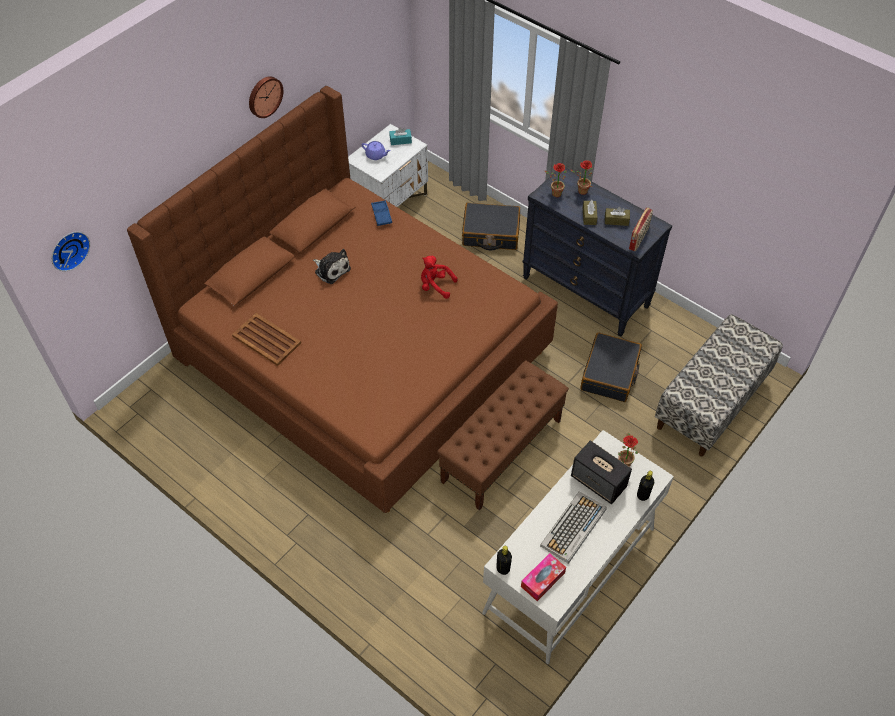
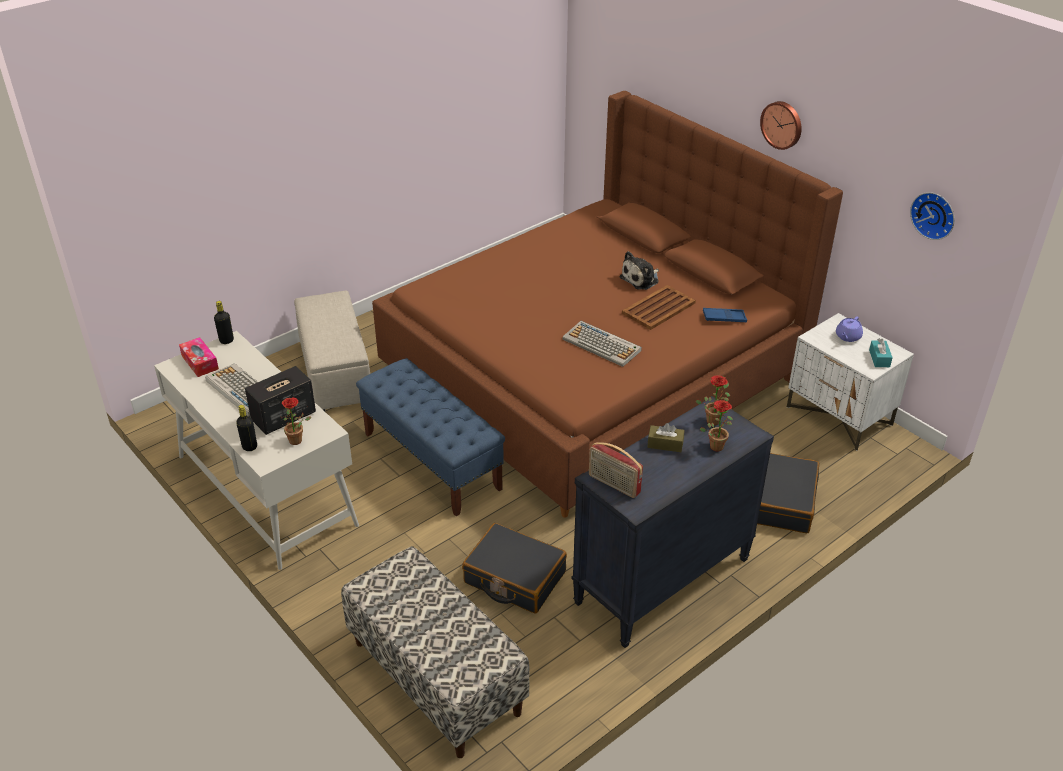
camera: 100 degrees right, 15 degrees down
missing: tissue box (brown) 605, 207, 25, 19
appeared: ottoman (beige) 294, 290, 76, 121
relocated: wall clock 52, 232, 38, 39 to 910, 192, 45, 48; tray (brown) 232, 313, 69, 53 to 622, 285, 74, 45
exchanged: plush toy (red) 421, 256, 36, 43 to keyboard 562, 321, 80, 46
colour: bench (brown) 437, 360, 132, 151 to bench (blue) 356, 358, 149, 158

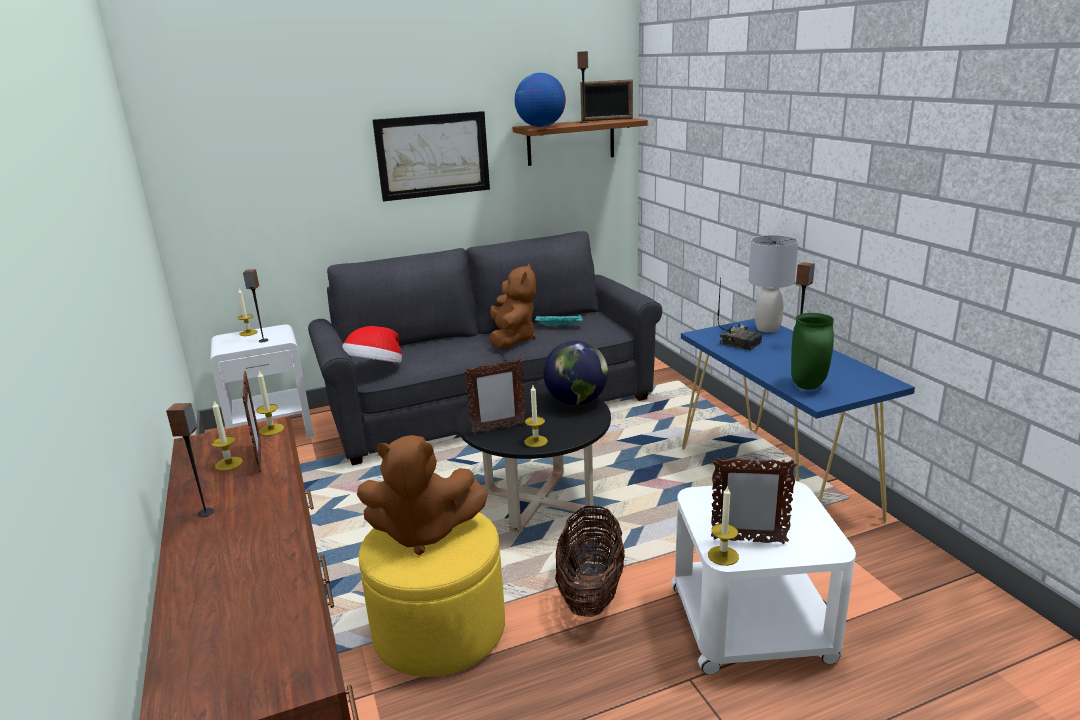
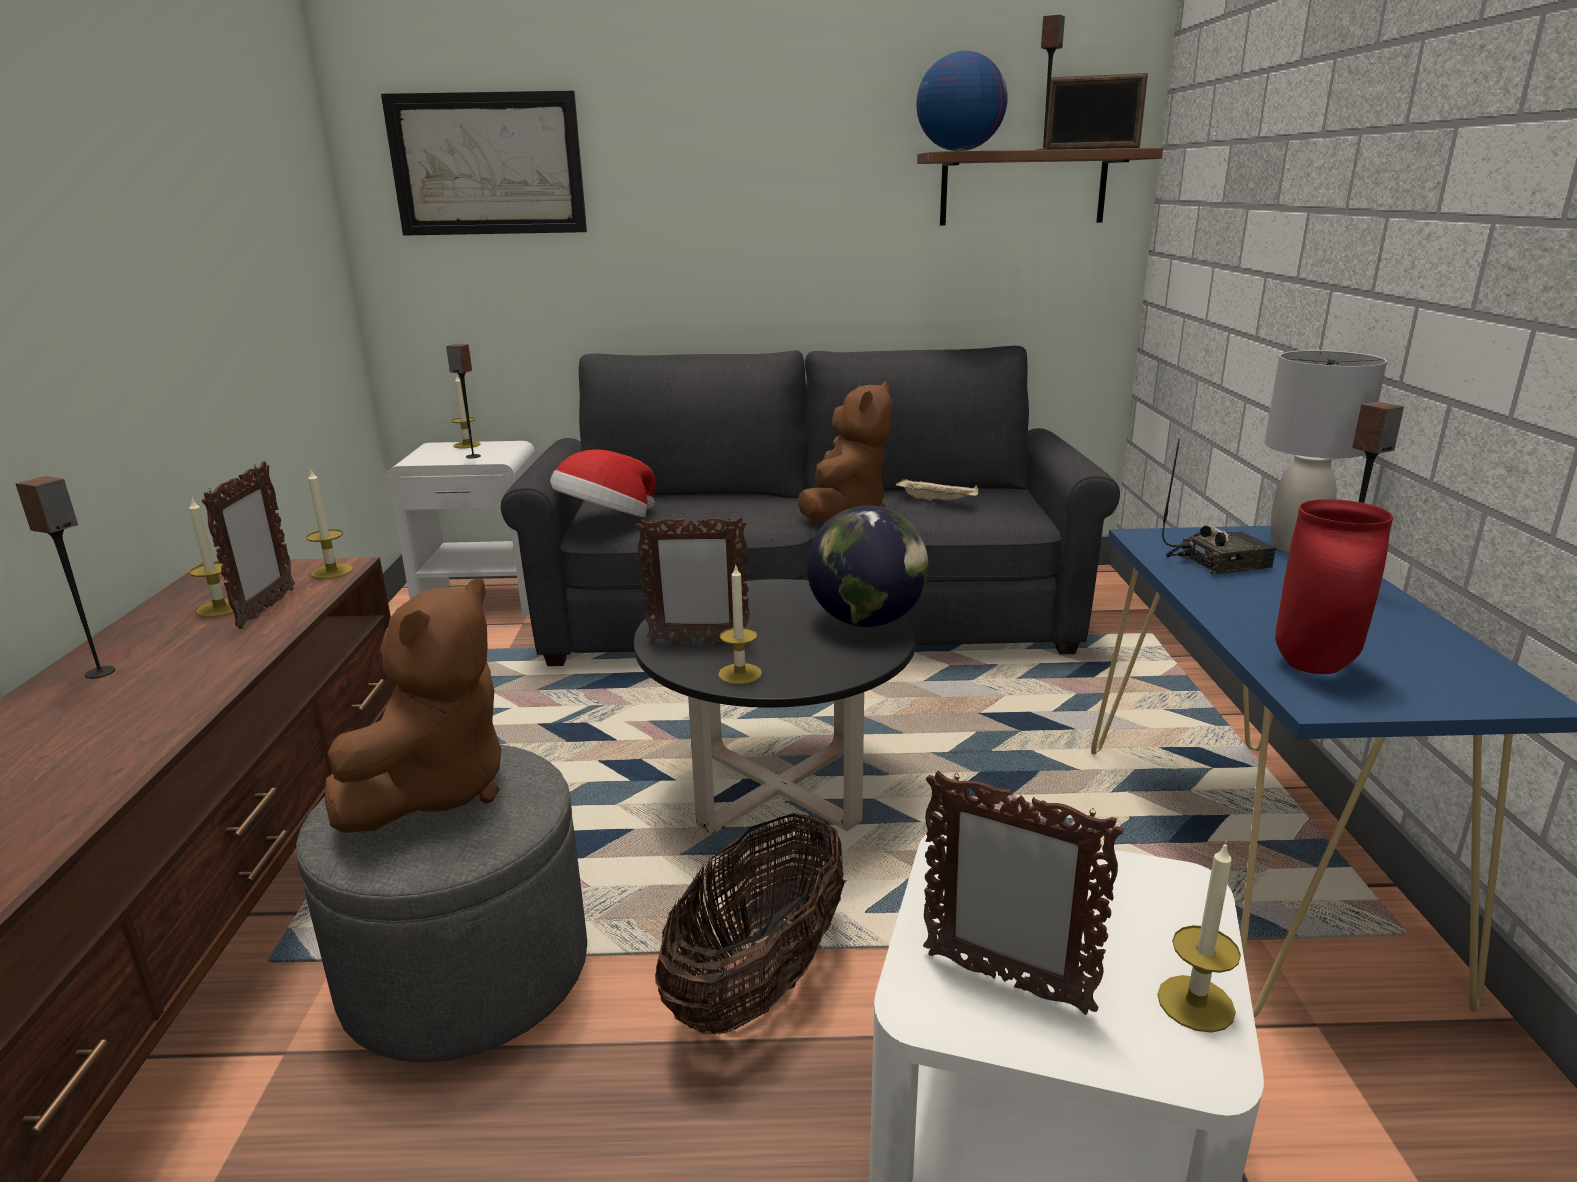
camera: 20 degrees right, 0 degrees up
relocated: picture 372, 111, 118, 91 to 381, 90, 206, 146; candle 708, 485, 31, 81 to 1157, 841, 84, 192
colour: ottoman (yellow) 359, 513, 146, 164 to ottoman (grey) 296, 744, 291, 319; tray (turquoise) 535, 314, 48, 14 to tray (beige) 896, 478, 83, 25; vase (green) 791, 313, 43, 76 to vase (red) 1275, 499, 118, 175
spun: plush toy (brown) 357, 435, 131, 120 = 325, 578, 176, 255 90 degrees counterclockwise; radio 718, 277, 44, 73 = 1162, 438, 114, 136 75 degrees counterclockwise

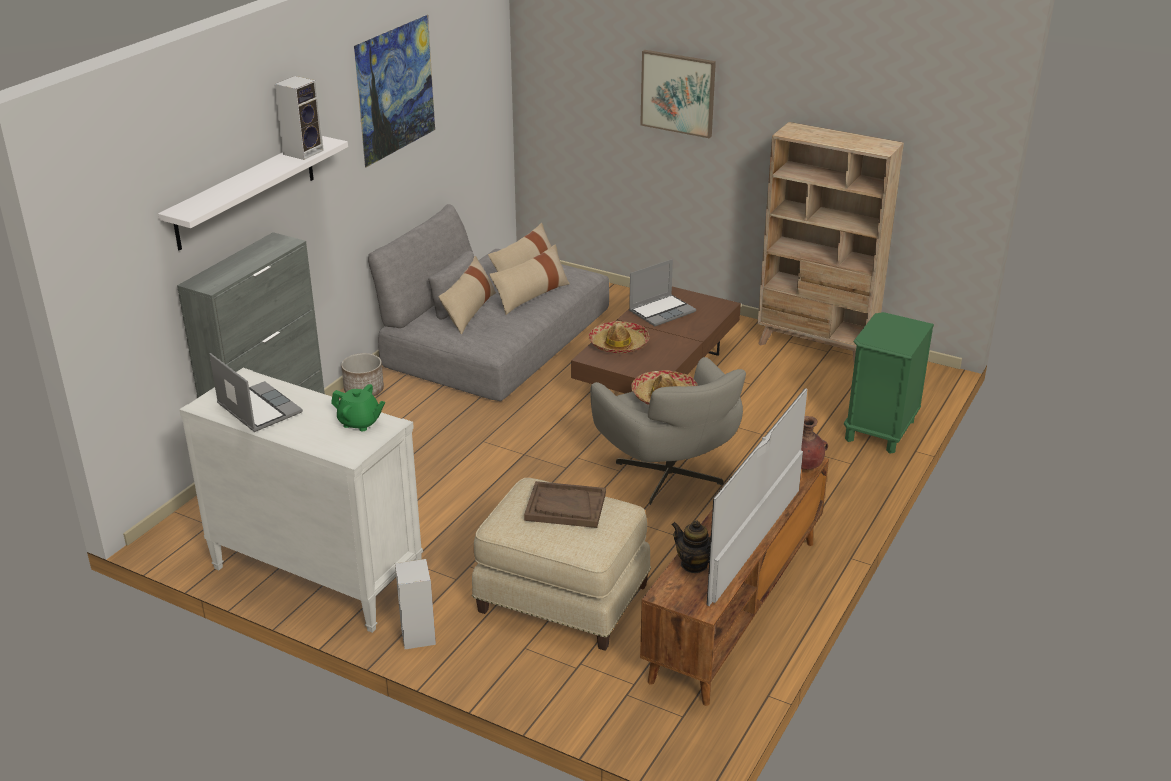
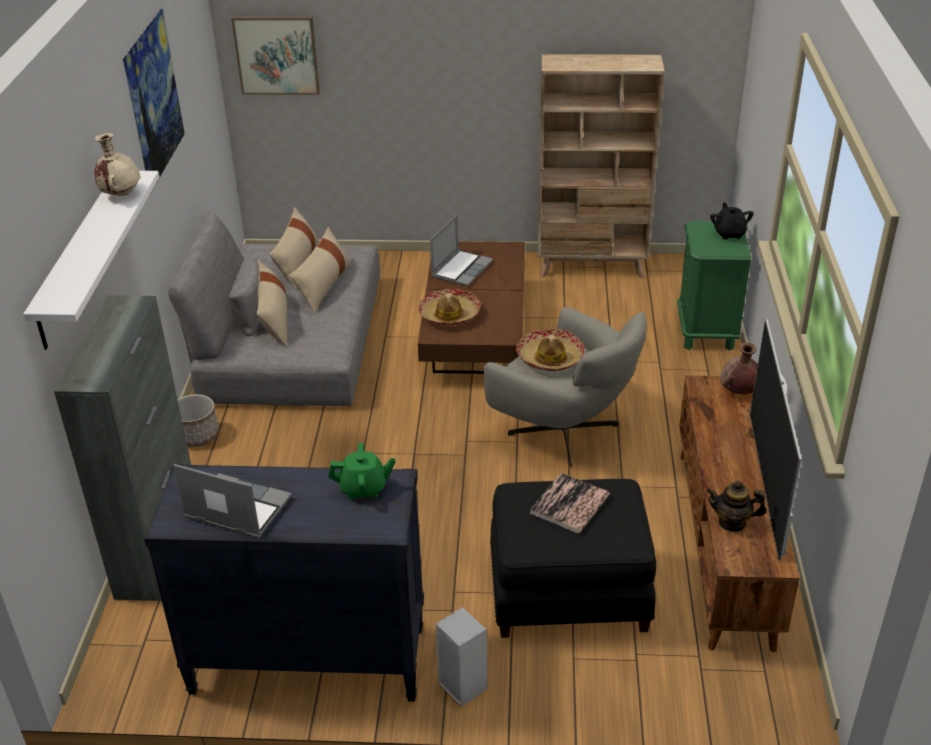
camera: 25 degrees left, 5 degrees up
appeared: teapot (black) 710, 202, 43, 38
relocated: picture 640, 50, 76, 88 to 231, 16, 89, 79
exchanged: speaker 274, 76, 50, 84 to vase (beige) 95, 133, 45, 63; tray (brown) 524, 481, 82, 47 to book 530, 473, 80, 61
colour: dresser (white) 179, 368, 244, 265 to dresser (black) 144, 464, 280, 238; ottoman (beige) 472, 478, 179, 173 to ottoman (black) 490, 479, 166, 159

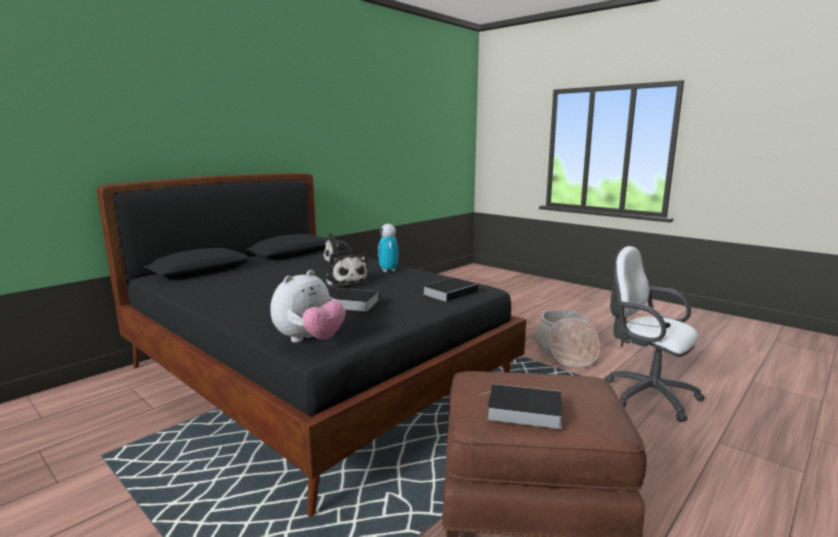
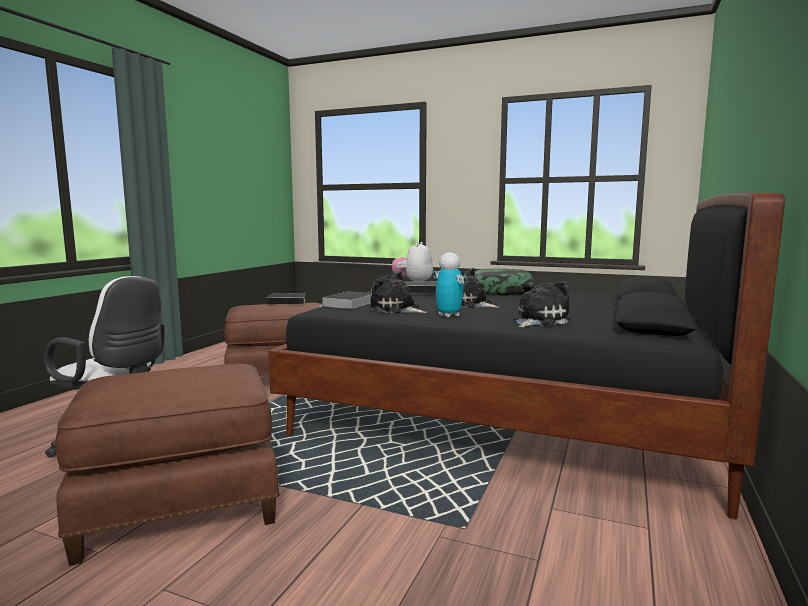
camera: 160 degrees right, 5 degrees down
appeared: plush toy 369, 271, 58, 42; pillow 475, 268, 59, 28
exchanged: basket 531, 310, 69, 58 to ottoman (brown) 56, 363, 224, 203

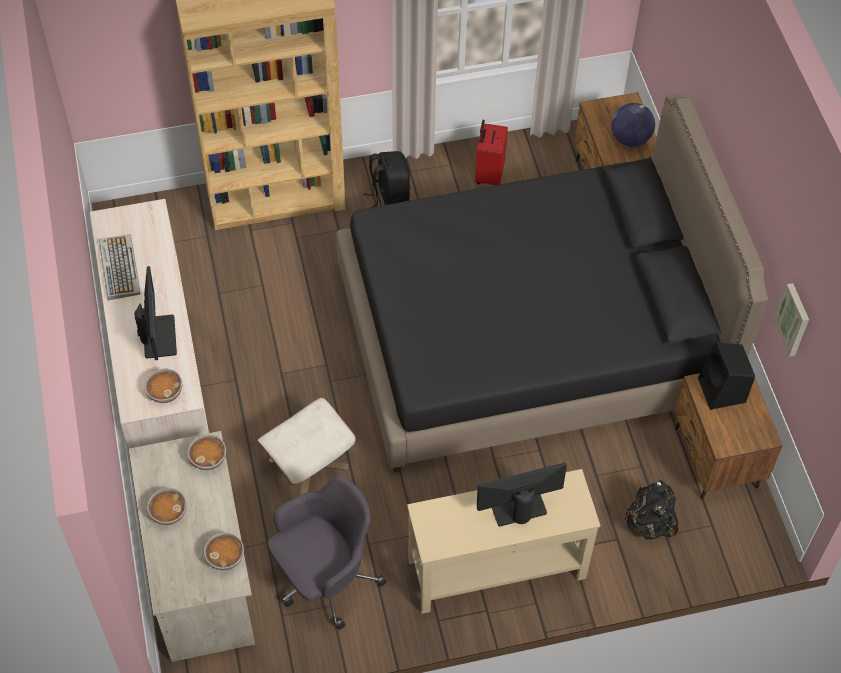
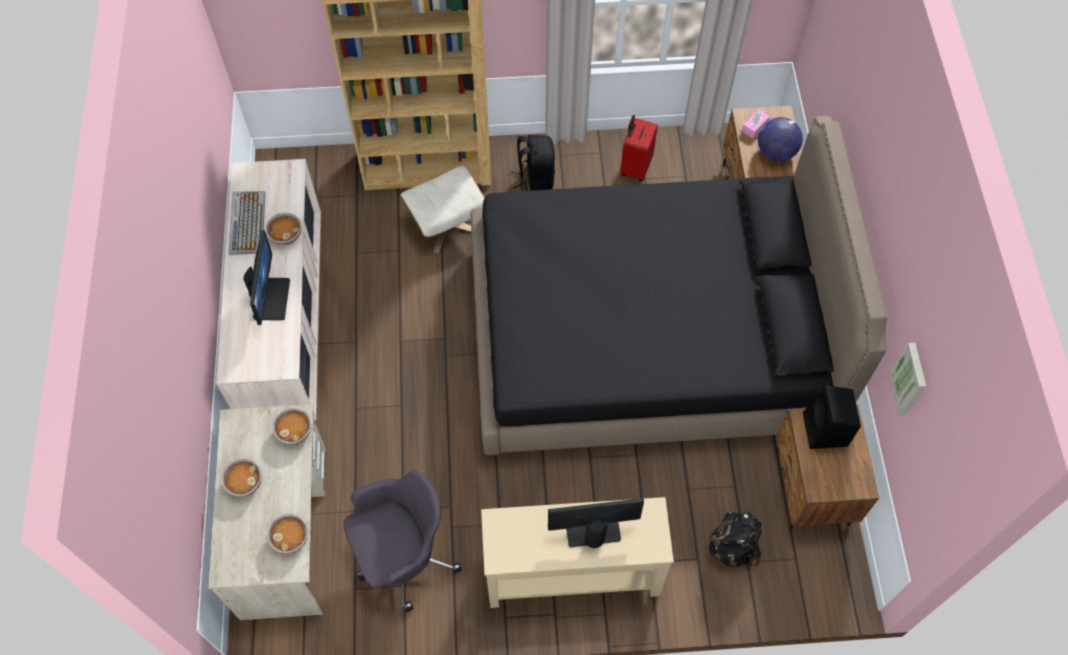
camera: 10 degrees right, 5 degrees up
appeared: tissue box (pink) 742, 109, 28, 30
relocated: bowl 144, 368, 38, 35 to 266, 213, 36, 32; ottoman (beige) 257, 398, 99, 97 to 400, 166, 85, 88

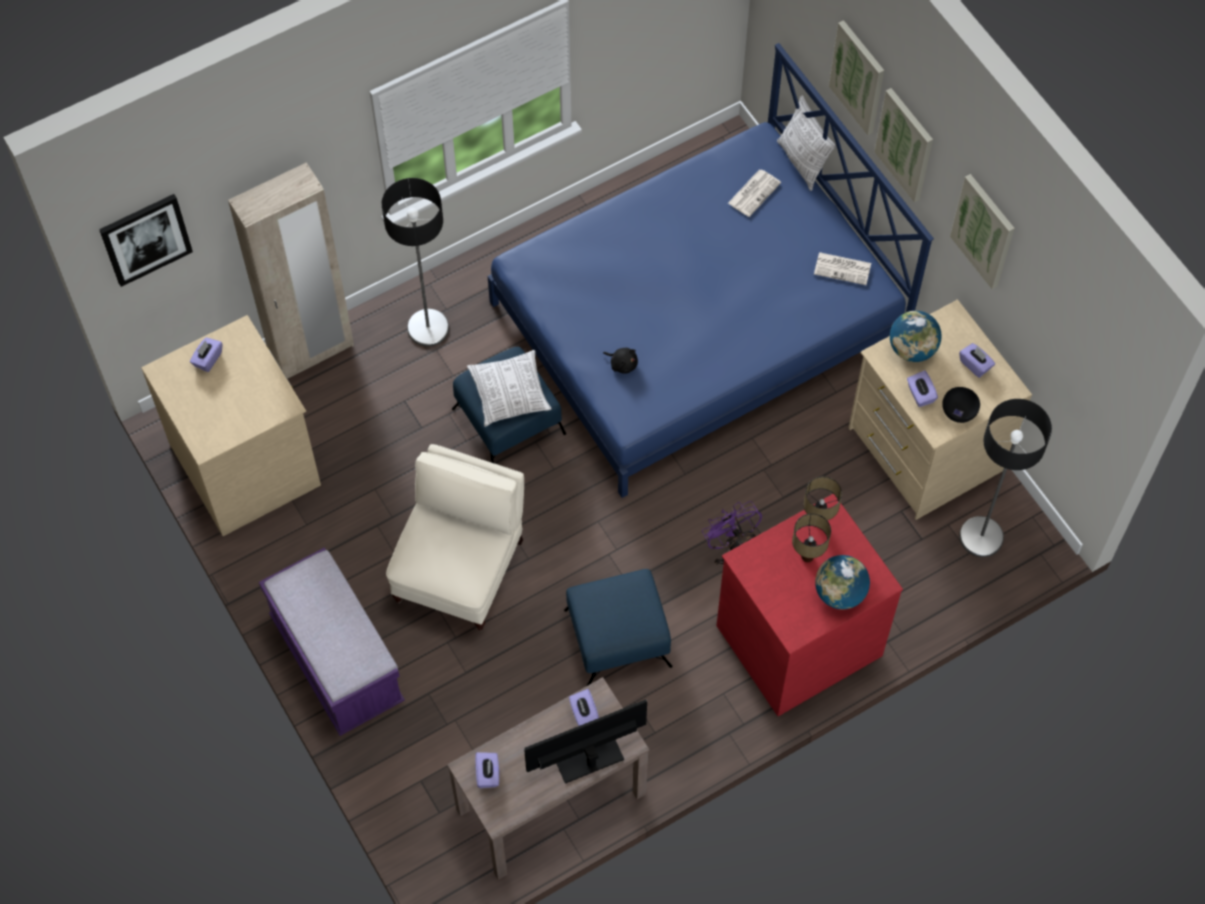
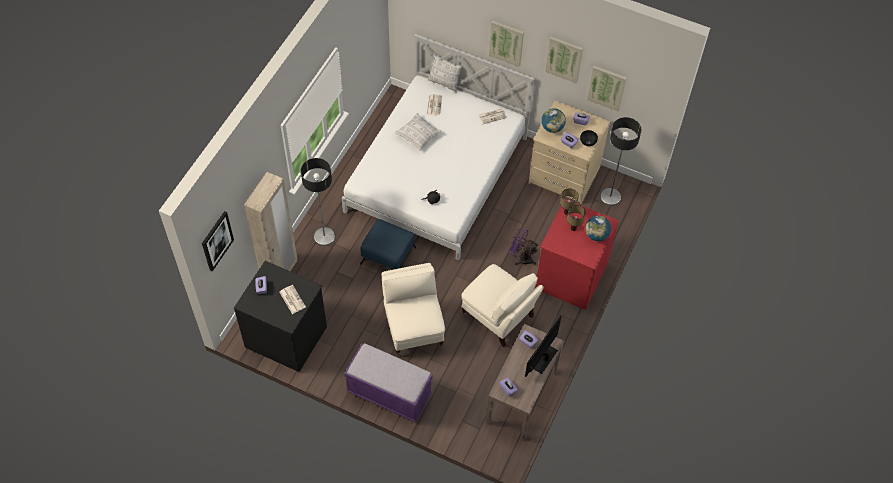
camera: 35 degrees left, 5 degrees down
appeared: newspaper 280, 285, 26, 29
relocated: pillow 467, 350, 85, 77 to 395, 113, 46, 38; picture 829, 20, 55, 115 to 587, 66, 40, 46
exchanged: ottoman (blue) 564, 569, 108, 117 to armchair (beige) 461, 264, 83, 83
colour: dresser (beige) 141, 315, 180, 221 to dresser (black) 234, 261, 93, 111; bed (blue) 488, 43, 446, 455 to bed (white) 342, 34, 193, 226

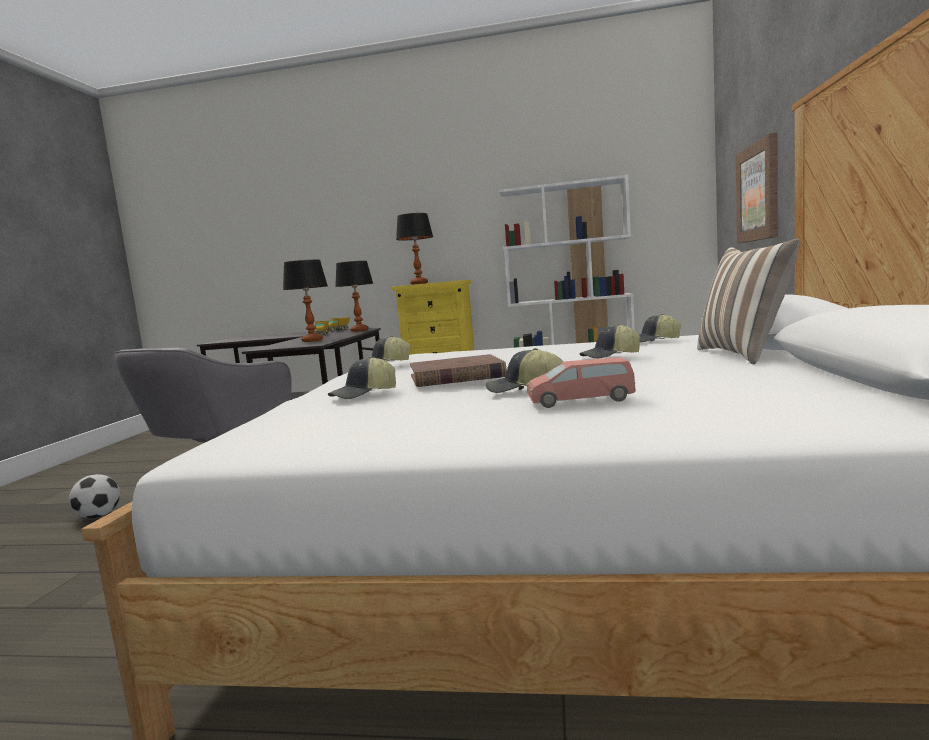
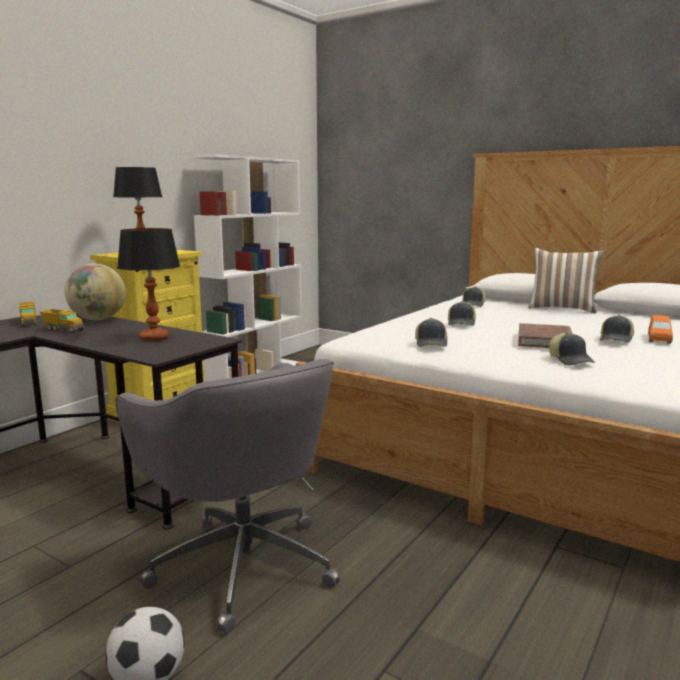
camera: 65 degrees left, 5 degrees up
missing: picture 736, 132, 42, 111
relocated: cap 579, 324, 61, 35 to 448, 301, 28, 25
exchanged: table lamp 335, 261, 38, 71 to globe 64, 264, 62, 56
colour: toy car (pink) 527, 357, 109, 51 to toy car (orange) 648, 315, 25, 29

